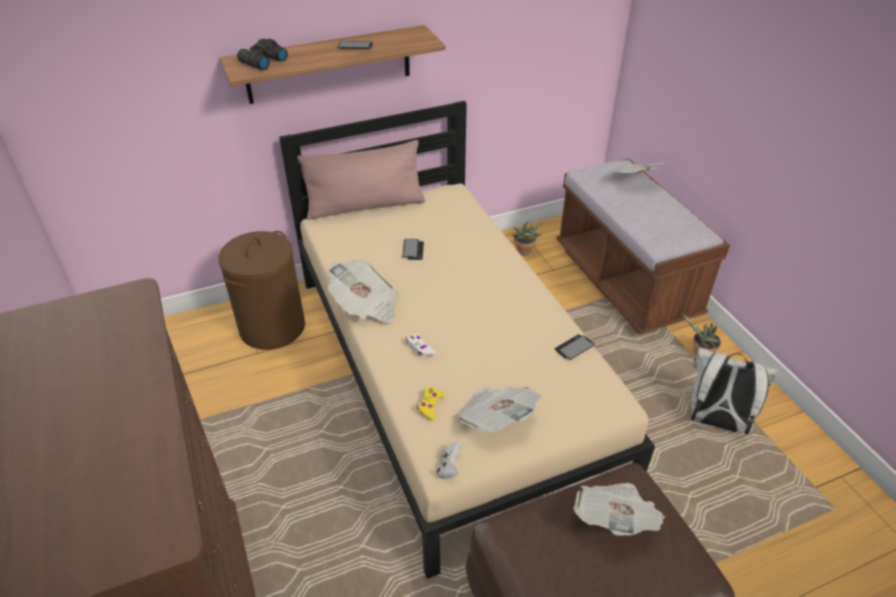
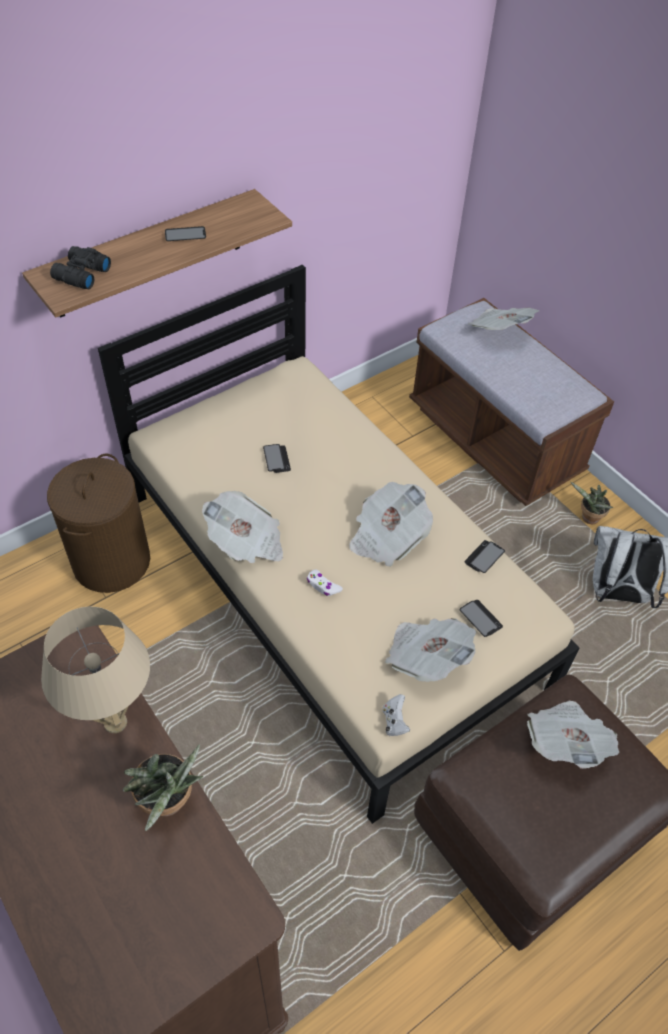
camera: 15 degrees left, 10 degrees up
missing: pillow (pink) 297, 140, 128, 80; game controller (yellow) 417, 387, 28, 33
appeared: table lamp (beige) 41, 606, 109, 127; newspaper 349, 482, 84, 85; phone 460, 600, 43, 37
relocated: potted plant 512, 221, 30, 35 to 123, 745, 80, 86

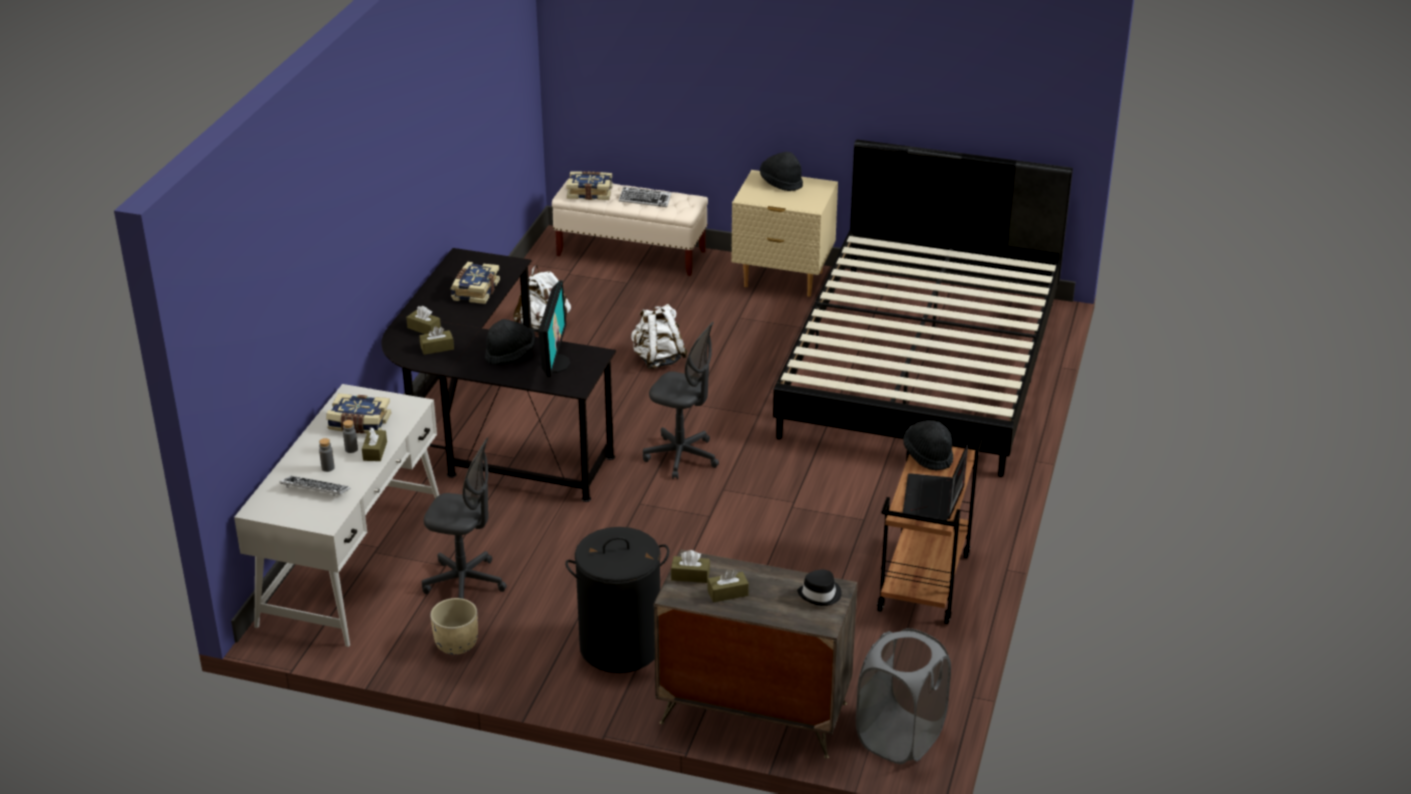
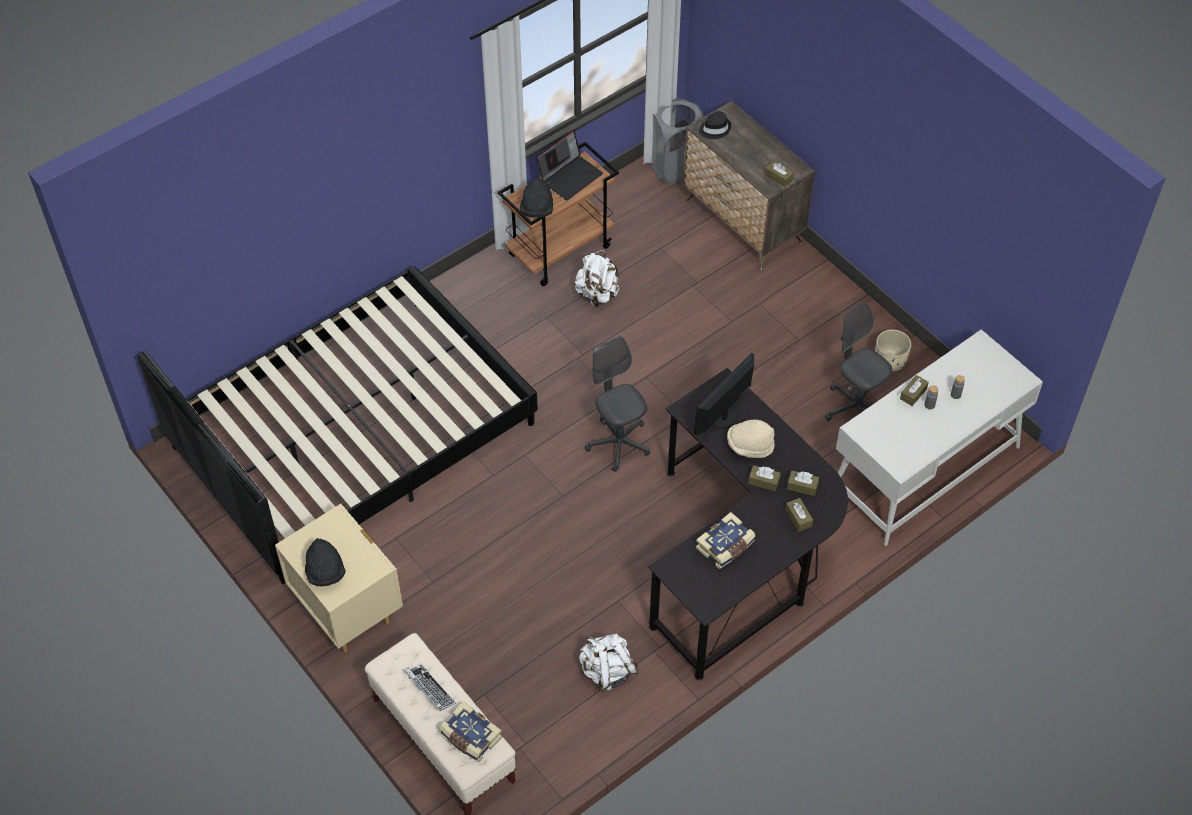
camera: 145 degrees left, 20 degrees up
missing: keyboard 280, 476, 70, 20; book 326, 393, 65, 41; laundry basket (black) 565, 527, 104, 146
relocated: backpack (white) 631, 304, 57, 65 to 574, 250, 45, 57; tissue box (brown) 708, 569, 41, 34 to 748, 465, 33, 26
colour: hat (black) 485, 319, 50, 46 to hat (beige) 727, 420, 48, 38

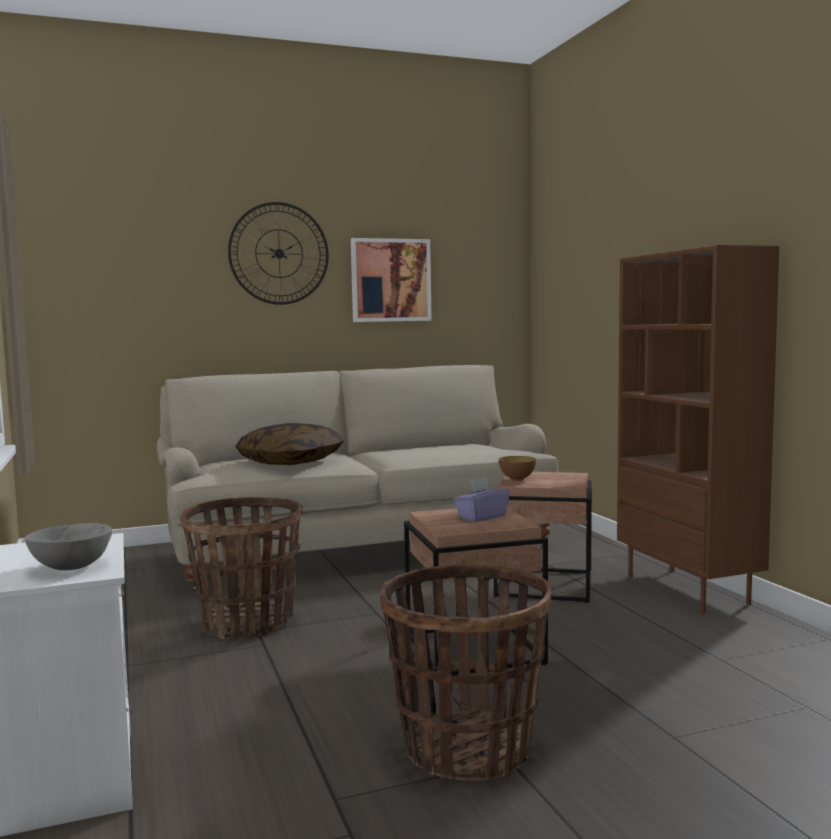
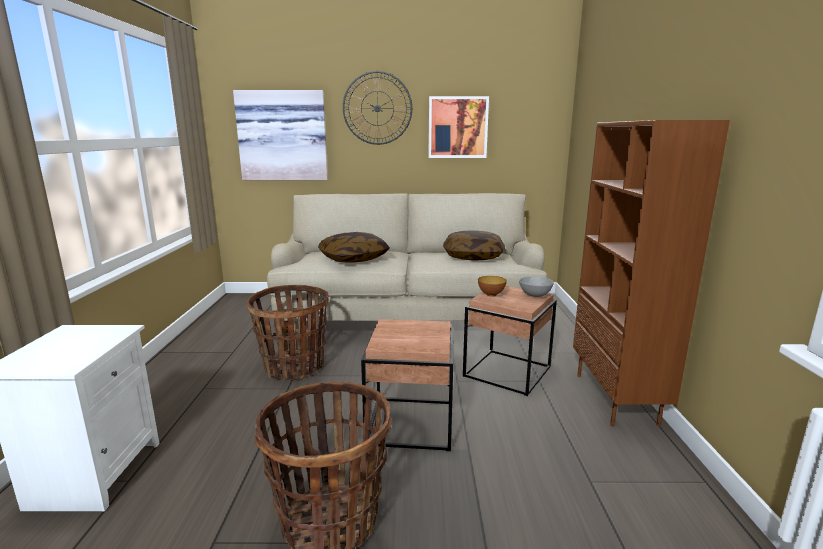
camera: 20 degrees right, 10 degrees up
missing: tissue box (purple) 454, 477, 56, 45
appeared: picture 233, 90, 95, 90; pillow 443, 230, 62, 31
relocated: bowl (grey) 25, 523, 87, 47 to 519, 277, 35, 20

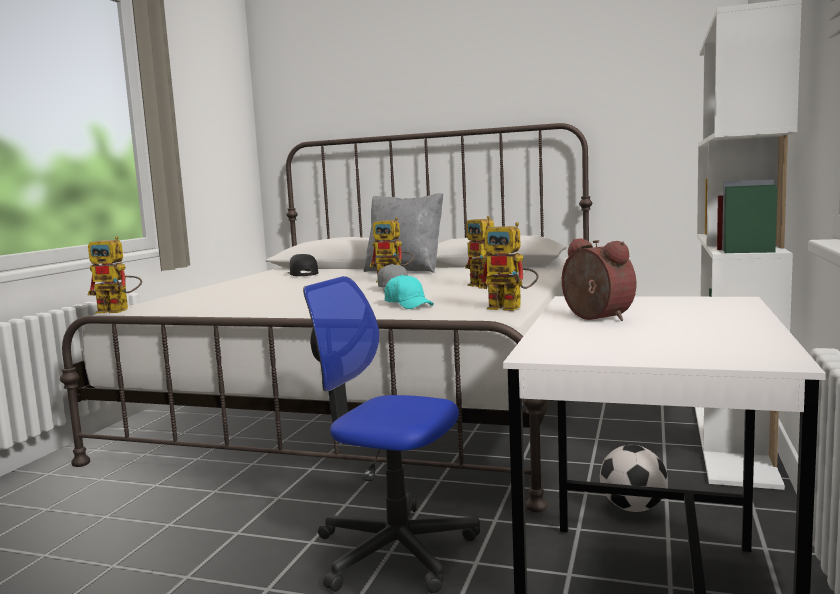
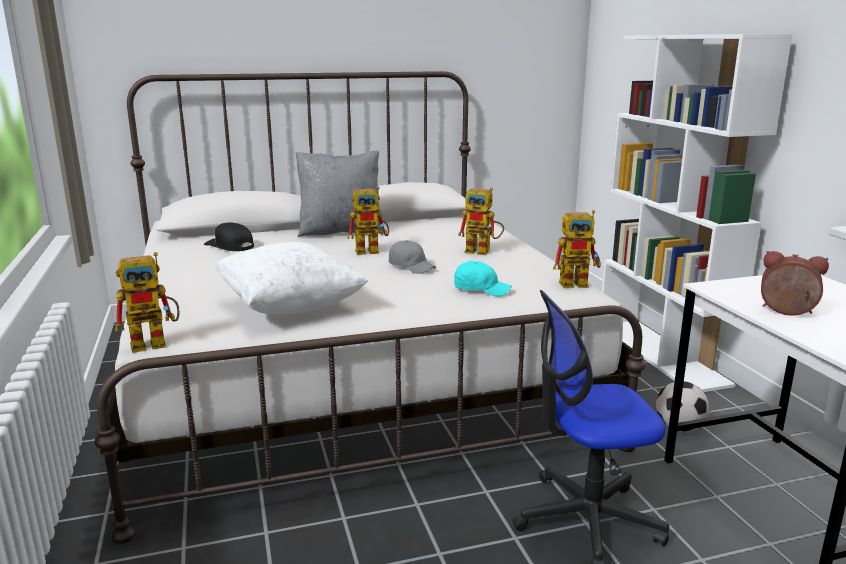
camera: 35 degrees left, 10 degrees up
appeared: pillow (white) 215, 242, 153, 72

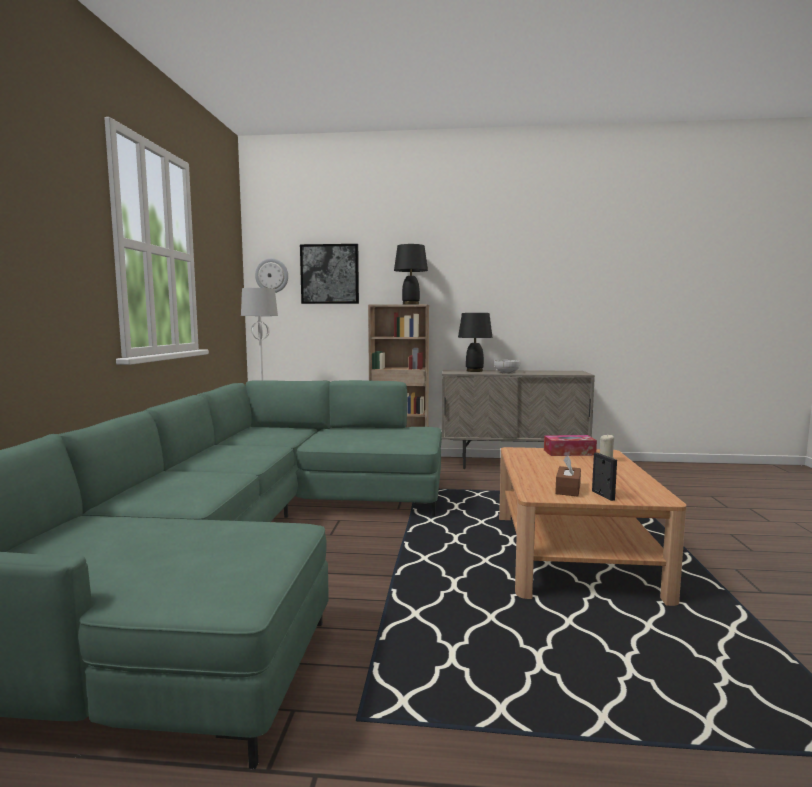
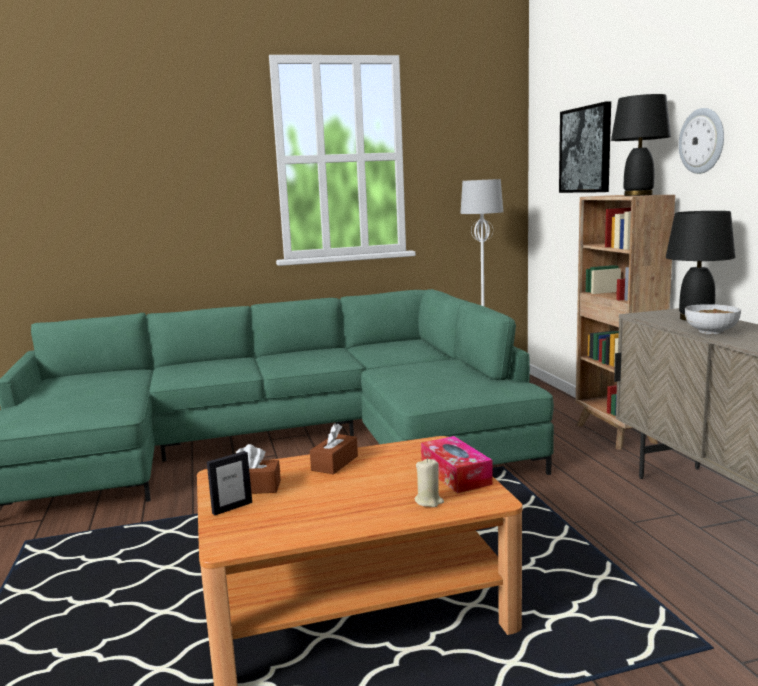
camera: 70 degrees right, 5 degrees up
appeared: tissue box (brown) 310, 423, 48, 51
relocated: wall clock 255, 258, 33, 35 to 679, 108, 45, 66

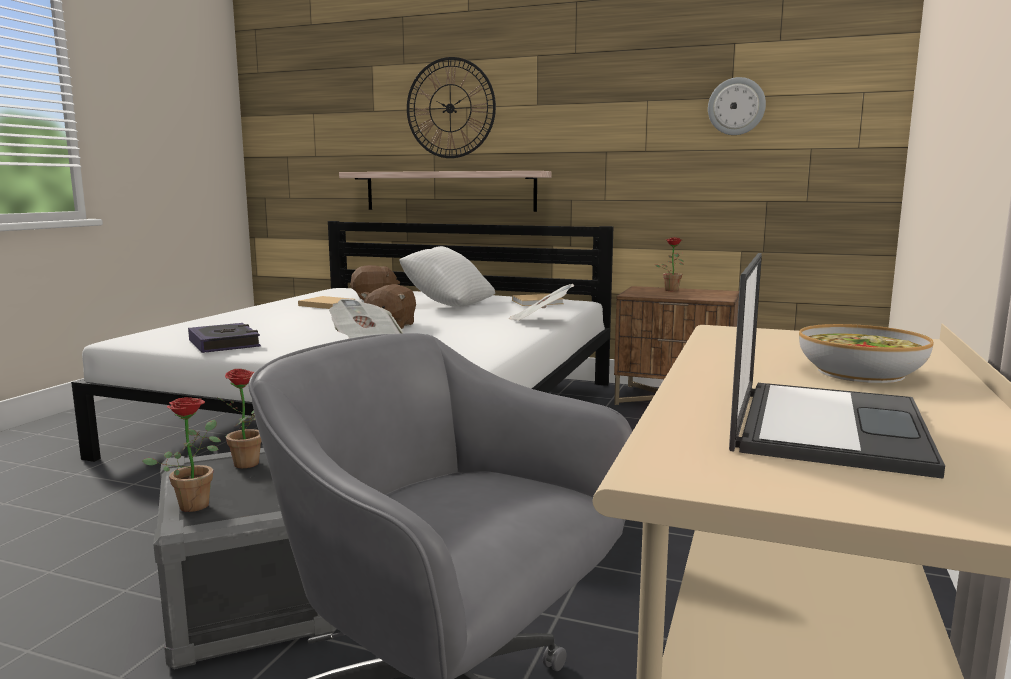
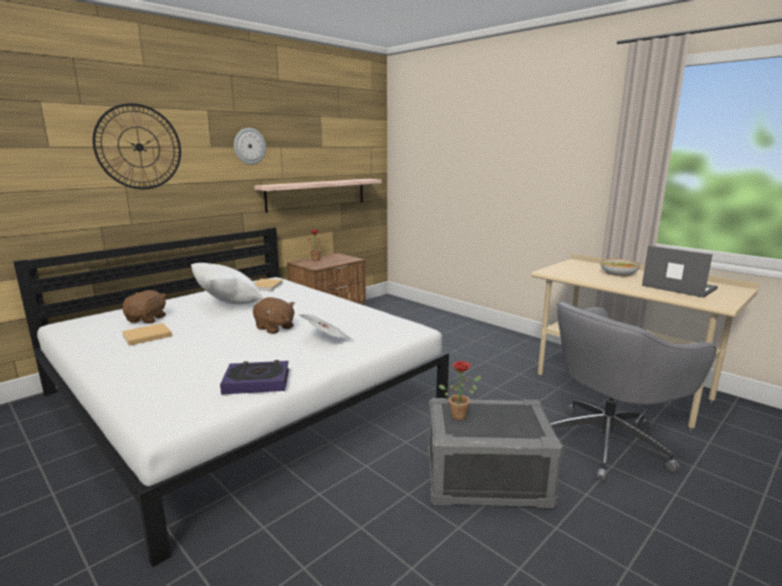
camera: 65 degrees left, 5 degrees up
missing: potted plant 142, 397, 79, 115; newspaper 509, 284, 65, 37
relocated: shelf 339, 171, 212, 41 to 254, 179, 128, 33; wall clock 708, 77, 58, 58 to 234, 128, 32, 37

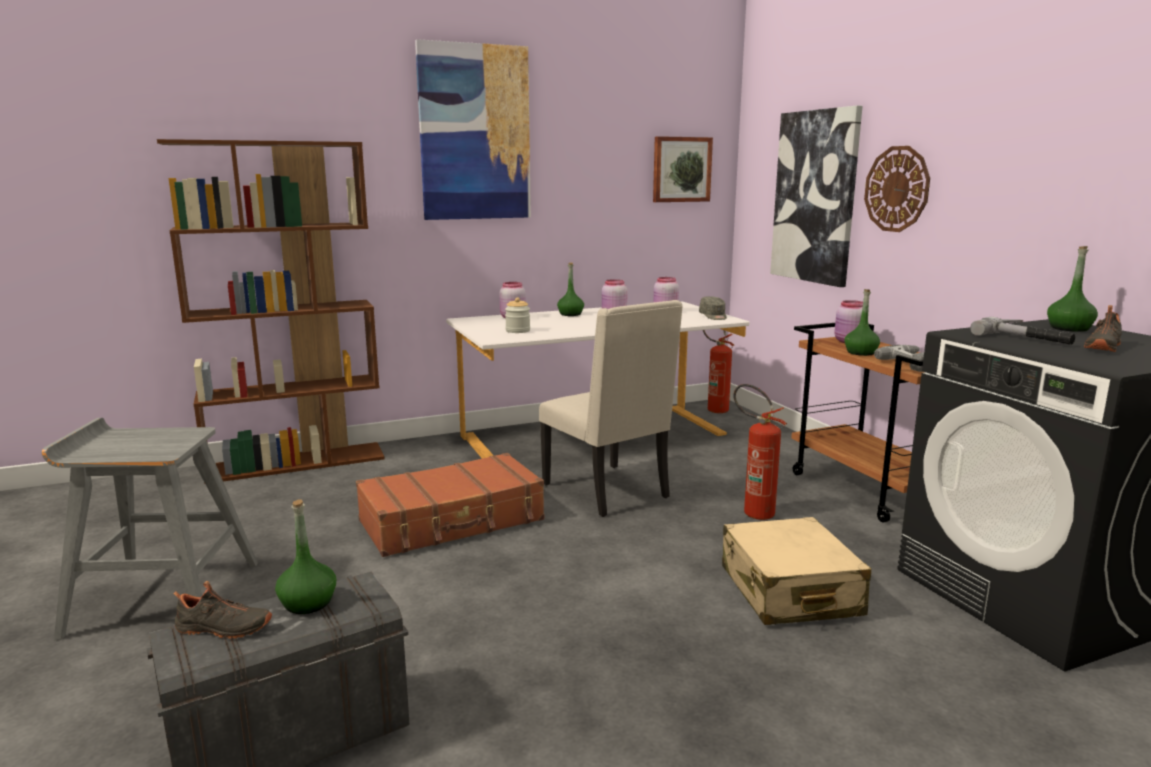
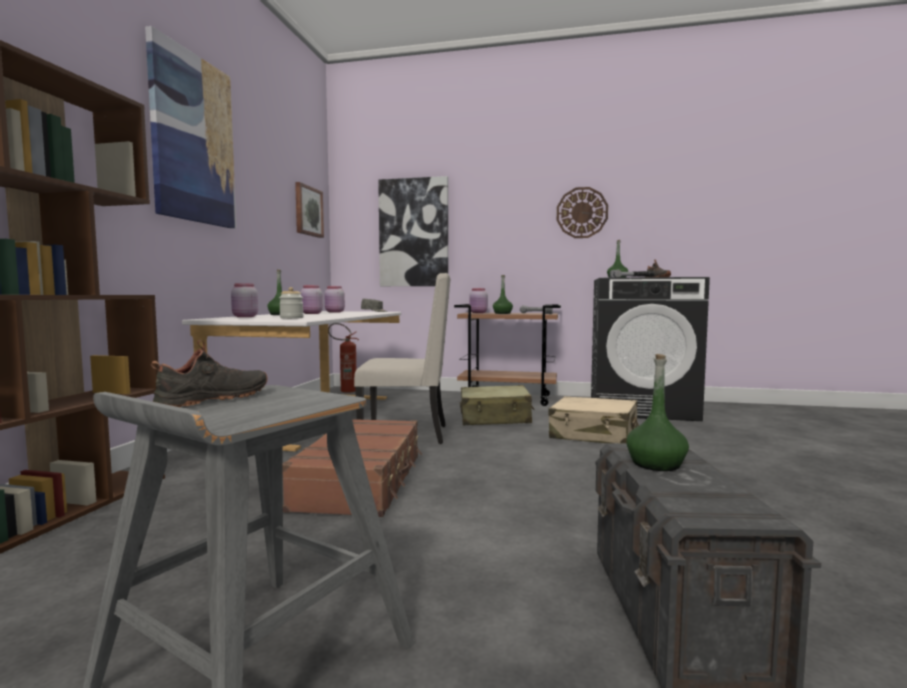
camera: 55 degrees left, 10 degrees down
relocated: shoe (black) 173, 581, 99, 58 to 151, 340, 117, 67; wall clock 864, 146, 66, 86 to 557, 187, 51, 51
exchanged: fire extinguisher 733, 384, 54, 136 to suitcase (beige) 460, 385, 75, 40

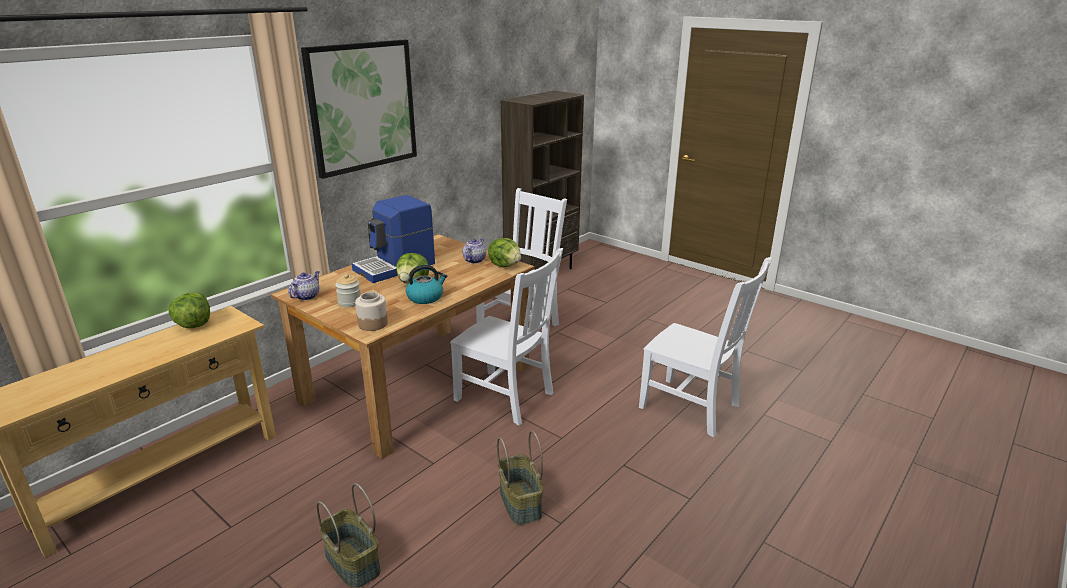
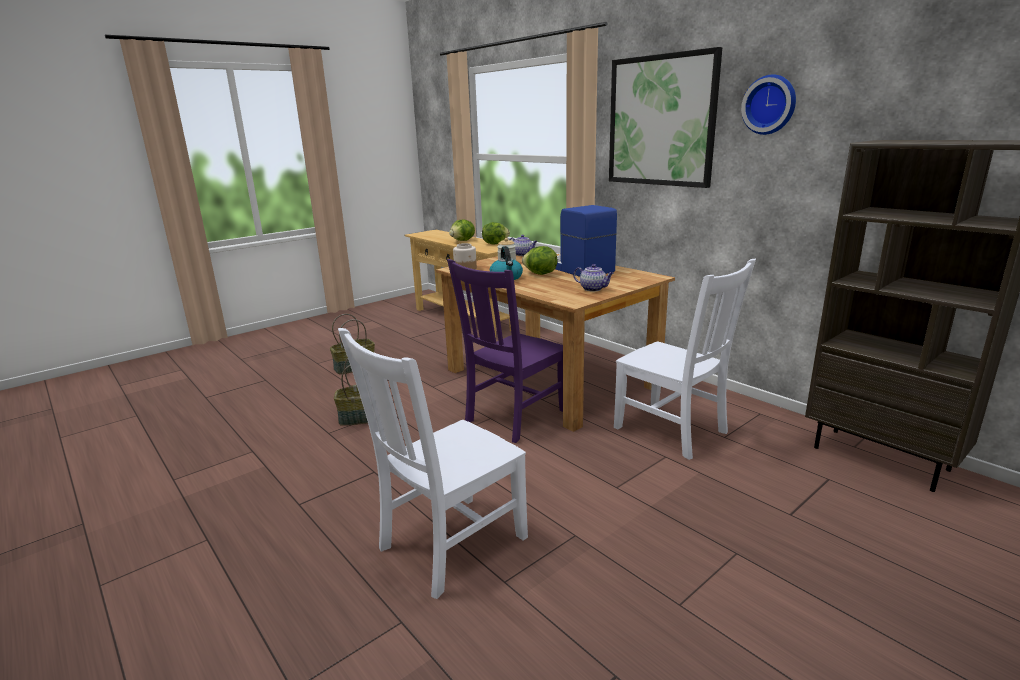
camera: 100 degrees right, 5 degrees down
appeared: wall clock 741, 74, 55, 61
relocated: lettuce 488, 238, 33, 29 to 449, 220, 26, 21
colour: chair (white) 450, 248, 113, 178 to chair (purple) 447, 259, 116, 184

